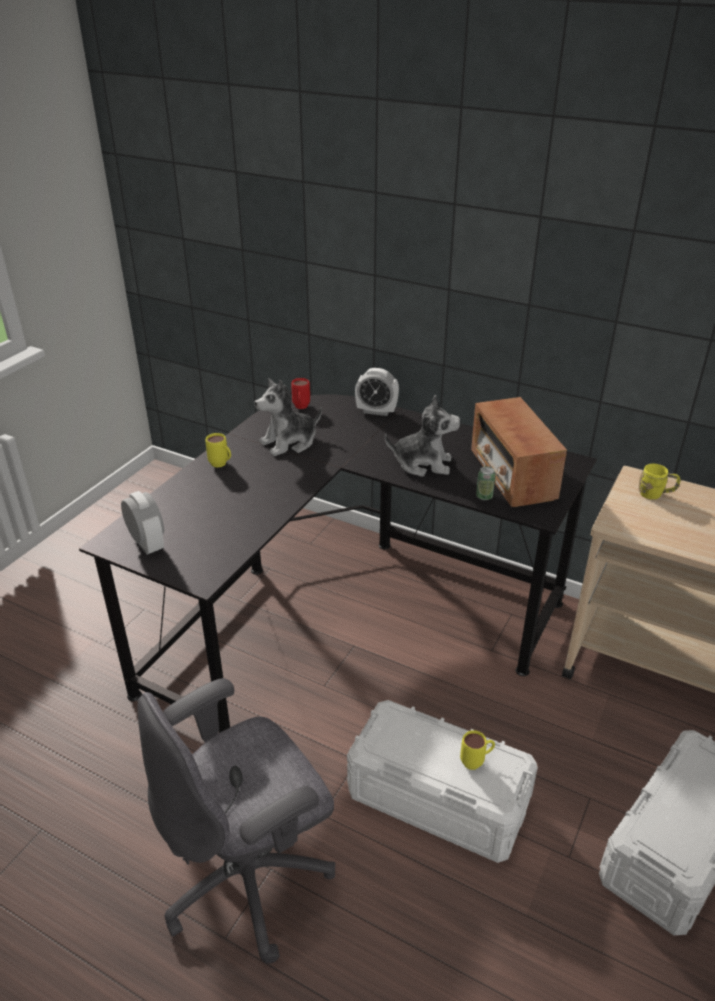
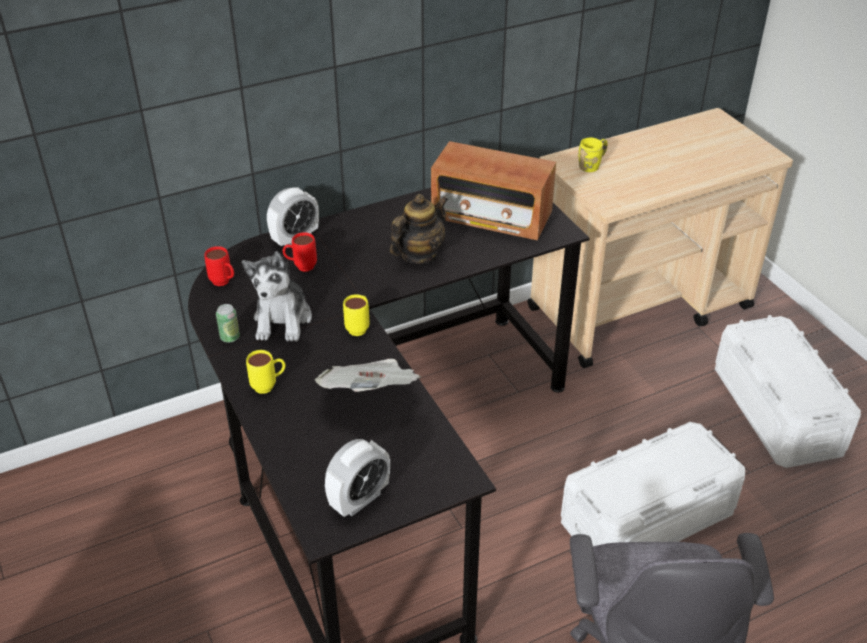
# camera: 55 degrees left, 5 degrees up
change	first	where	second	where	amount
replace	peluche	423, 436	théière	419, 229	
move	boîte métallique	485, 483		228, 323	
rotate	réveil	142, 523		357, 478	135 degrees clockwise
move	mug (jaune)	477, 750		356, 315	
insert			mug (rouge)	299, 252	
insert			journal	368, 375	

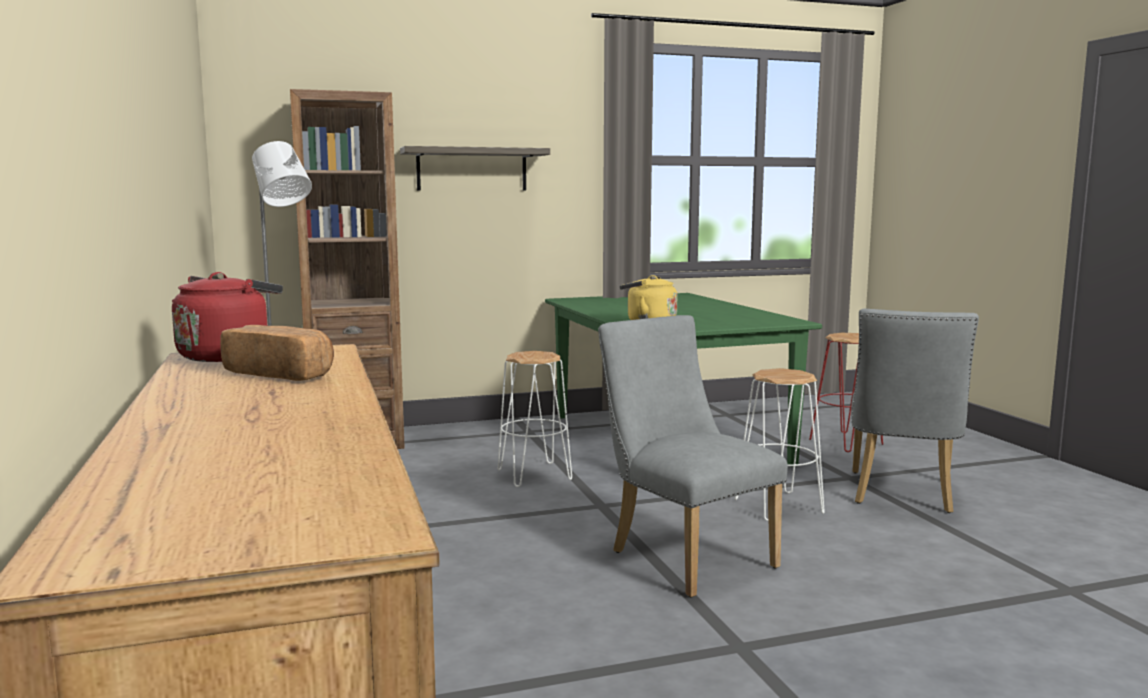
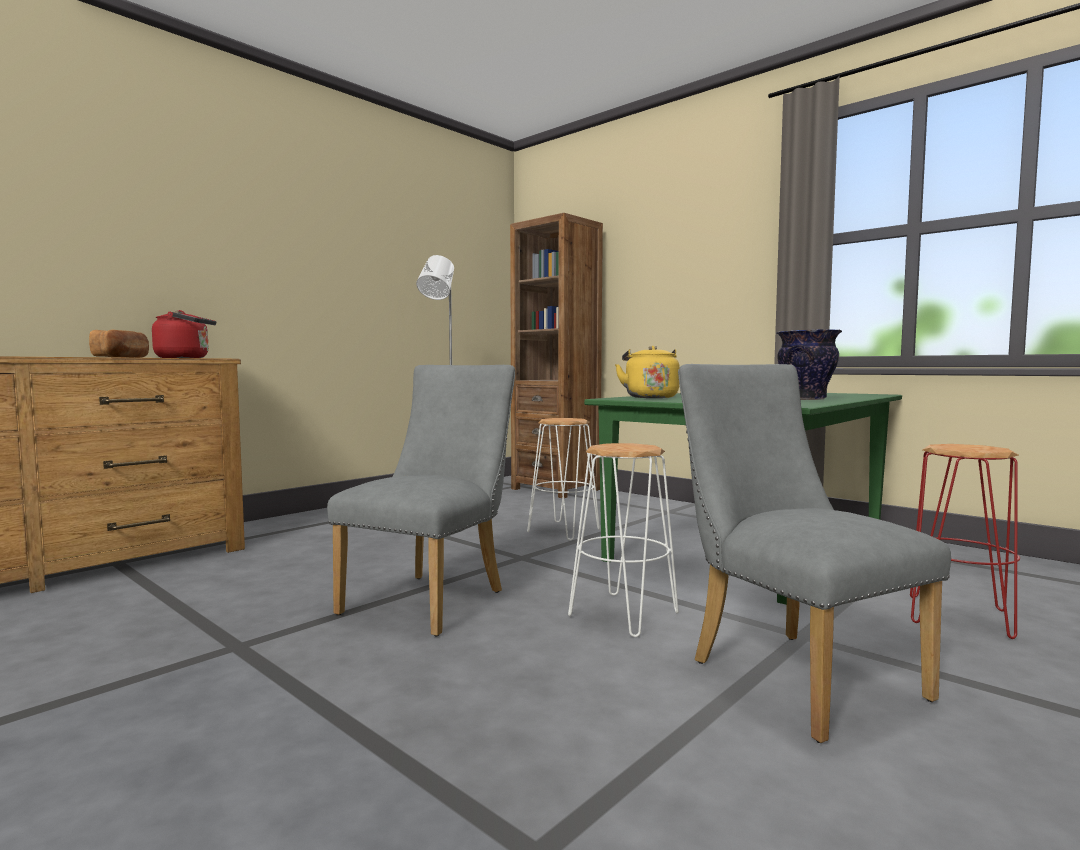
# camera: 60 degrees right, 5 degrees down
change	first	where	second	where	amount
delete	étagère	475, 168			
rotate	chaise (gris)	915, 411		814, 553	75 degrees clockwise
insert			vase	809, 364	

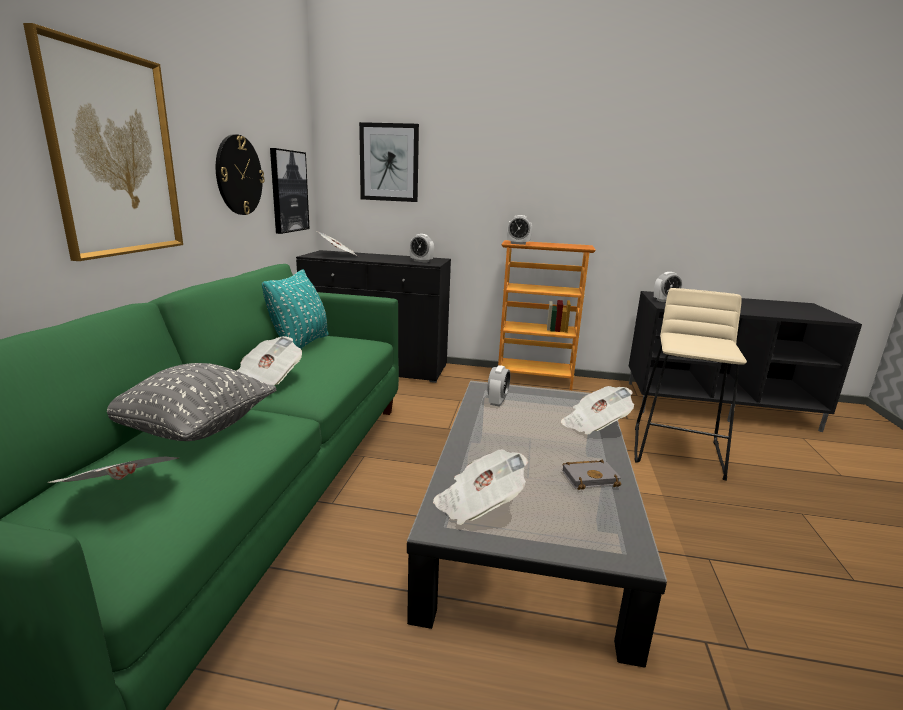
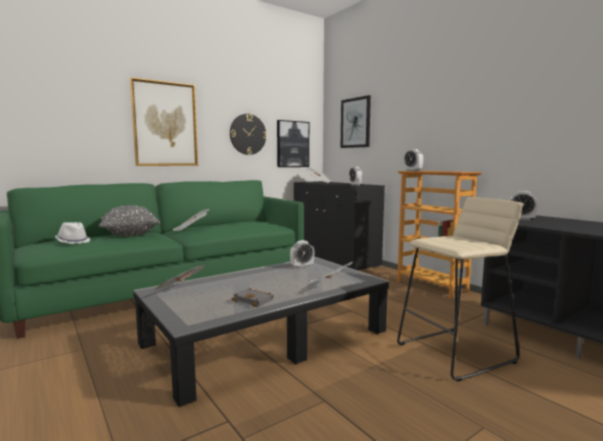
# camera: 45 degrees right, 10 degrees down
change	first	where	second	where	amount
delete	coussin (turquoise)	295, 309			
replace	journal	113, 470	chapeau (blanc)	73, 233	

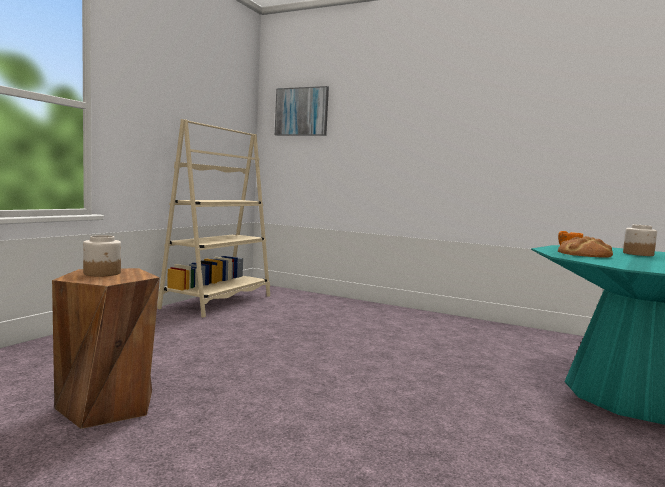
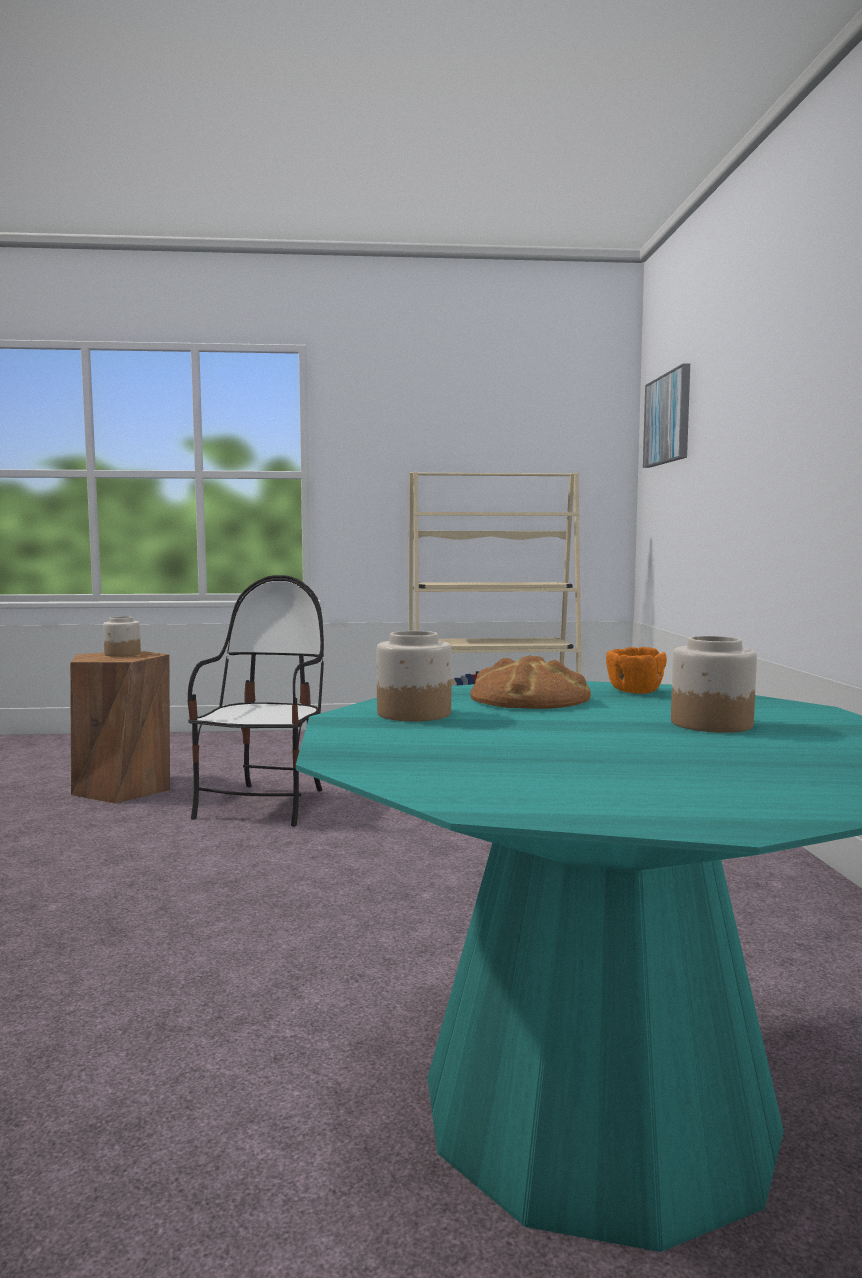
# camera: 60 degrees right, 0 degrees up
change	first	where	second	where	amount
insert			chaise	255, 701	
insert			bocal	414, 676	

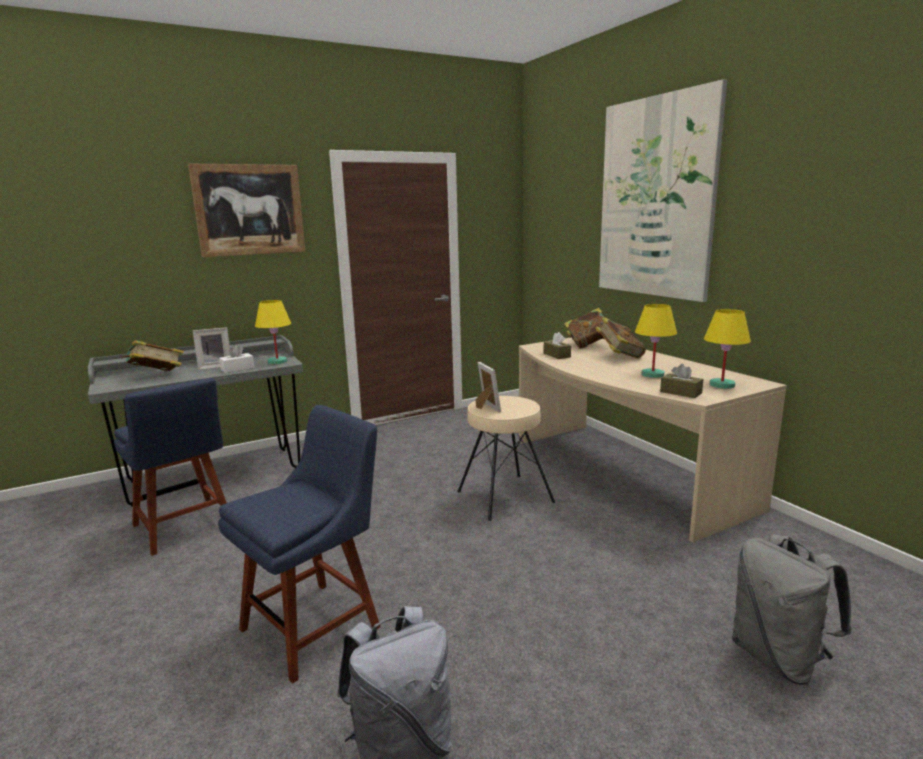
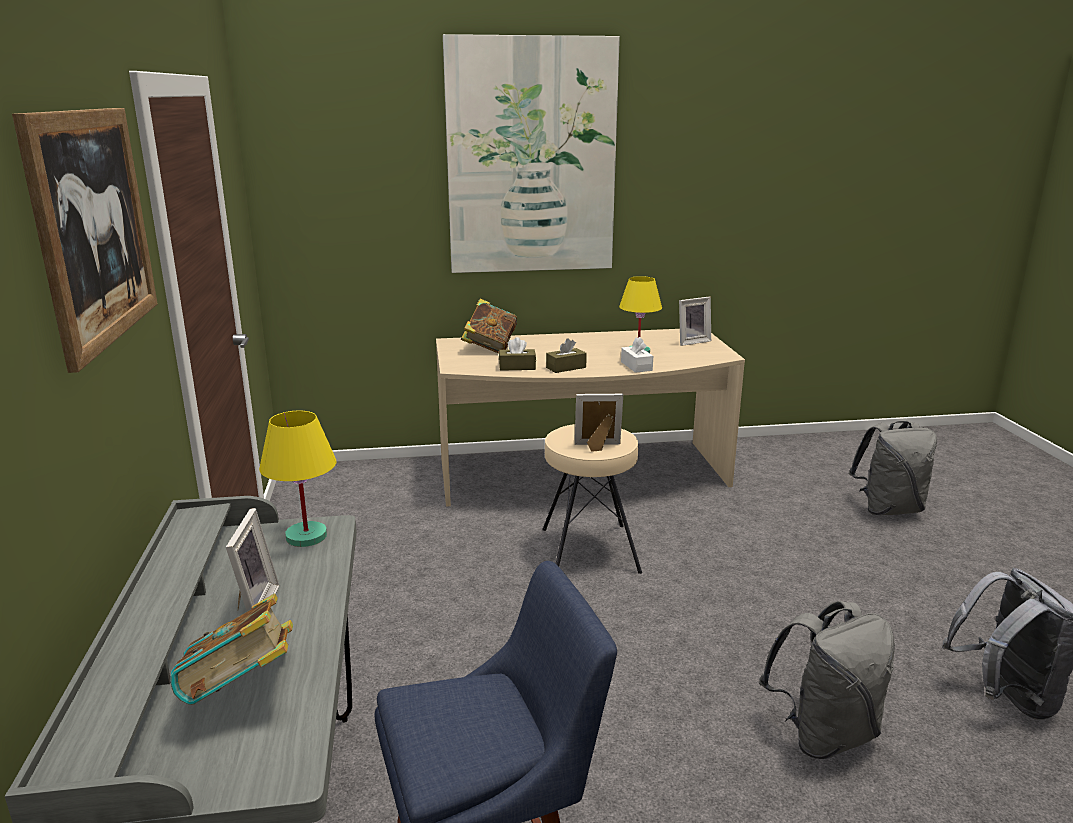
# camera: 70 degrees left, 5 degrees up
change	first	where	second	where	amount
replace	lampe de table (jaune)	727, 349	cadre photo	695, 321	
delete	livre	620, 337			
move	boîte à mouchoirs (blanc)	237, 359		637, 355	
move	boîte à mouchoirs (marron)	681, 381		566, 355	
replace	chaise (bleu)	299, 544	sac à dos (gris)	827, 680	

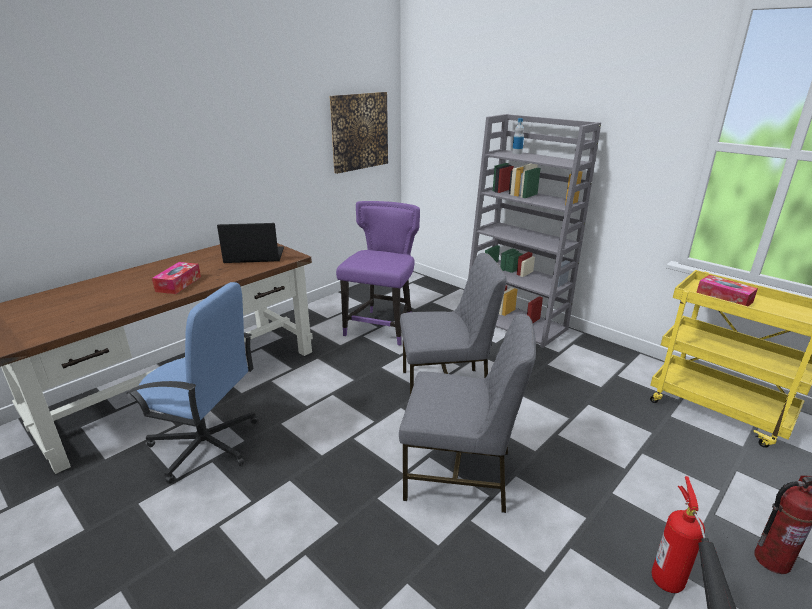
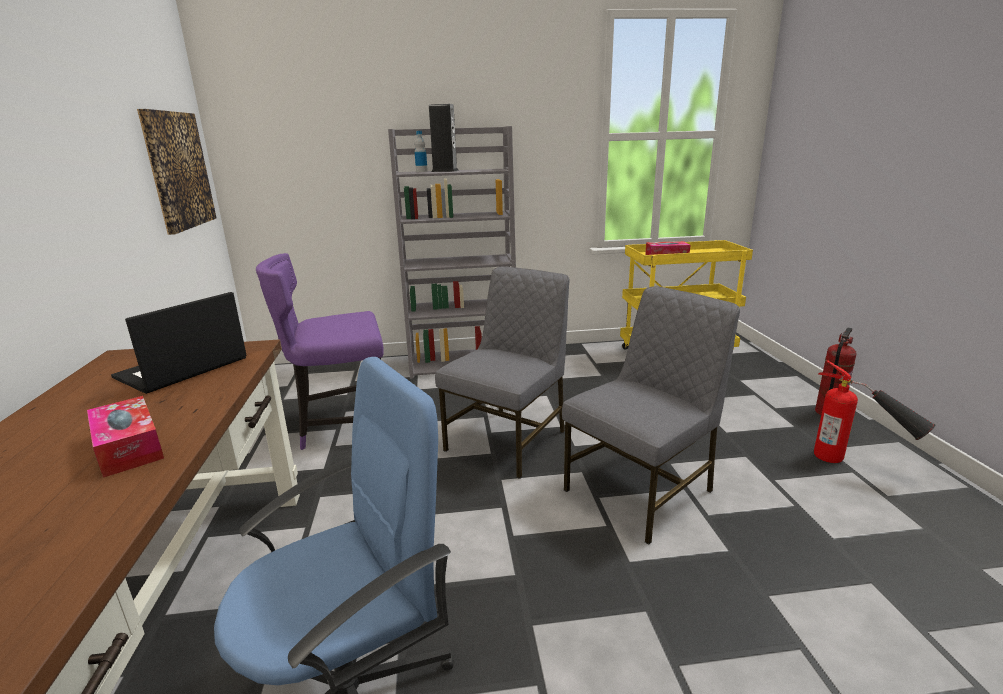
# camera: 50 degrees left, 5 degrees down
change	first	where	second	where	amount
rotate	chaise (violet)	378, 273		320, 351	75 degrees counterclockwise
insert			enceinte	444, 138	

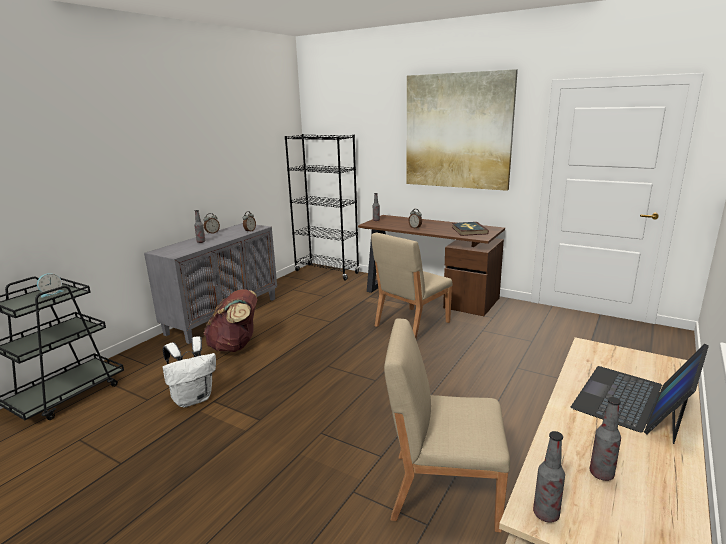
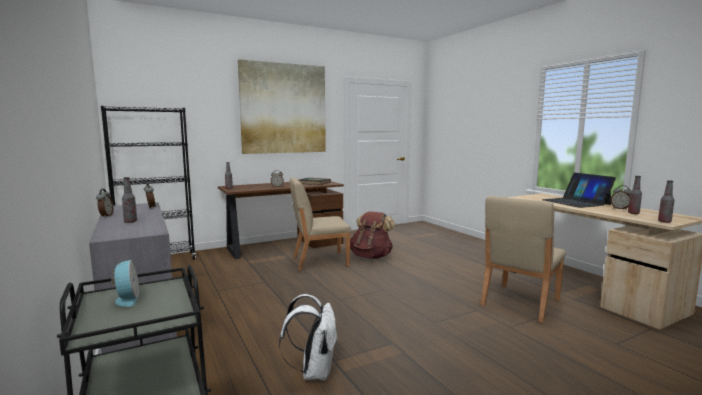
# camera: 60 degrees left, 10 degrees down
change	first	where	second	where	amount
rotate	chaise (beige)	412, 285		320, 224	90 degrees clockwise
move	sac à dos (marron)	230, 320		372, 235	
insert			réveil	621, 197	

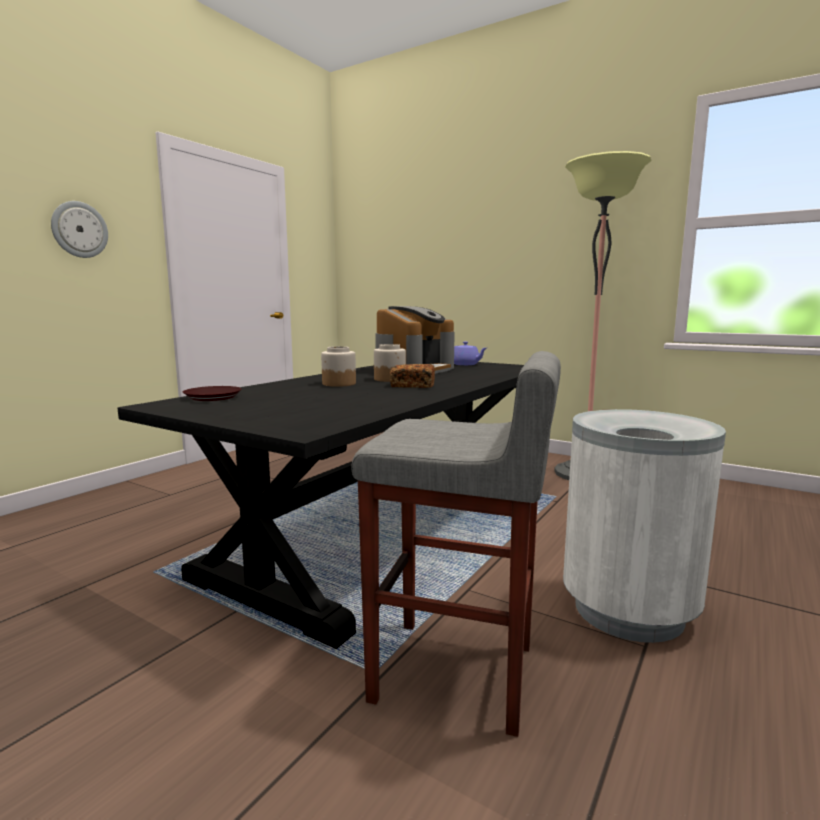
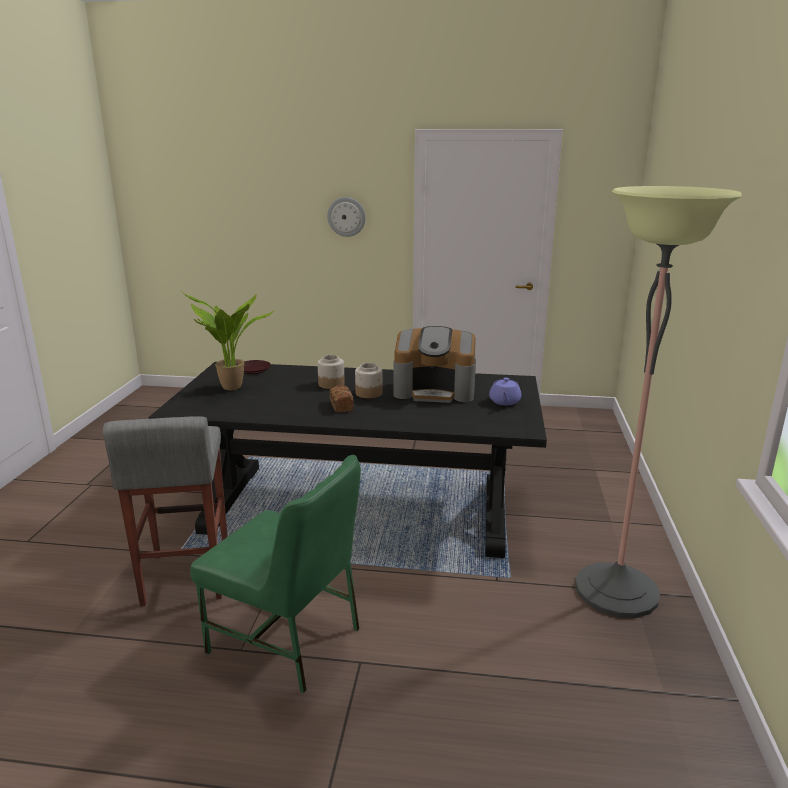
# camera: 65 degrees right, 10 degrees up
change	first	where	second	where	amount
replace	poubelle (blanc)	644, 526	chaise (vert)	276, 574	
insert			plante en pot	229, 341	

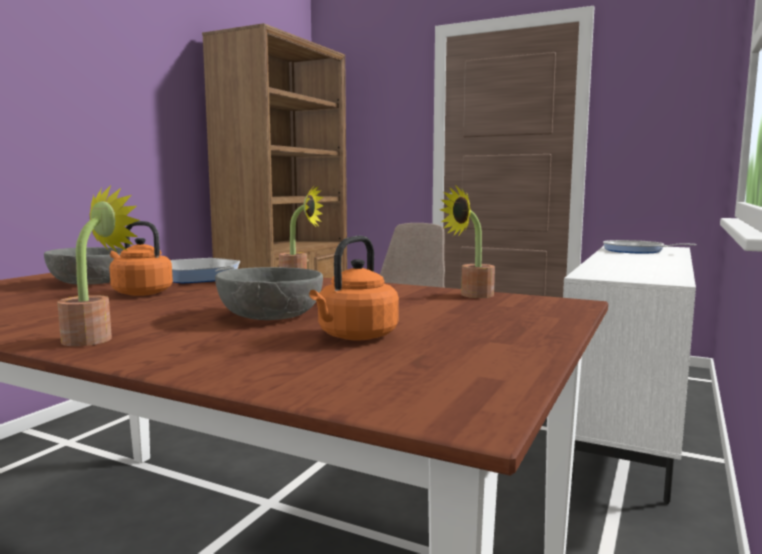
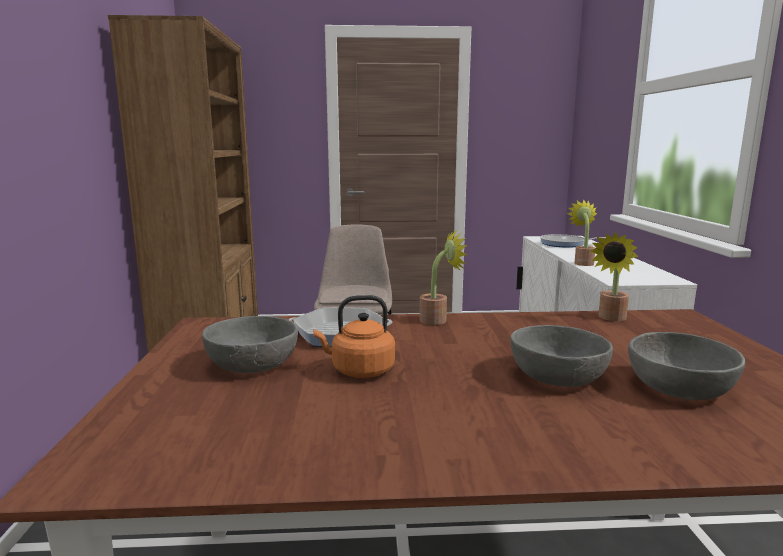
# camera: 30 degrees left, 5 degrees up
change	first	where	second	where	amount
move	plante en pot	98, 265		581, 232	
replace	bouilloire (orange)	354, 288	bol (gris)	686, 366	

